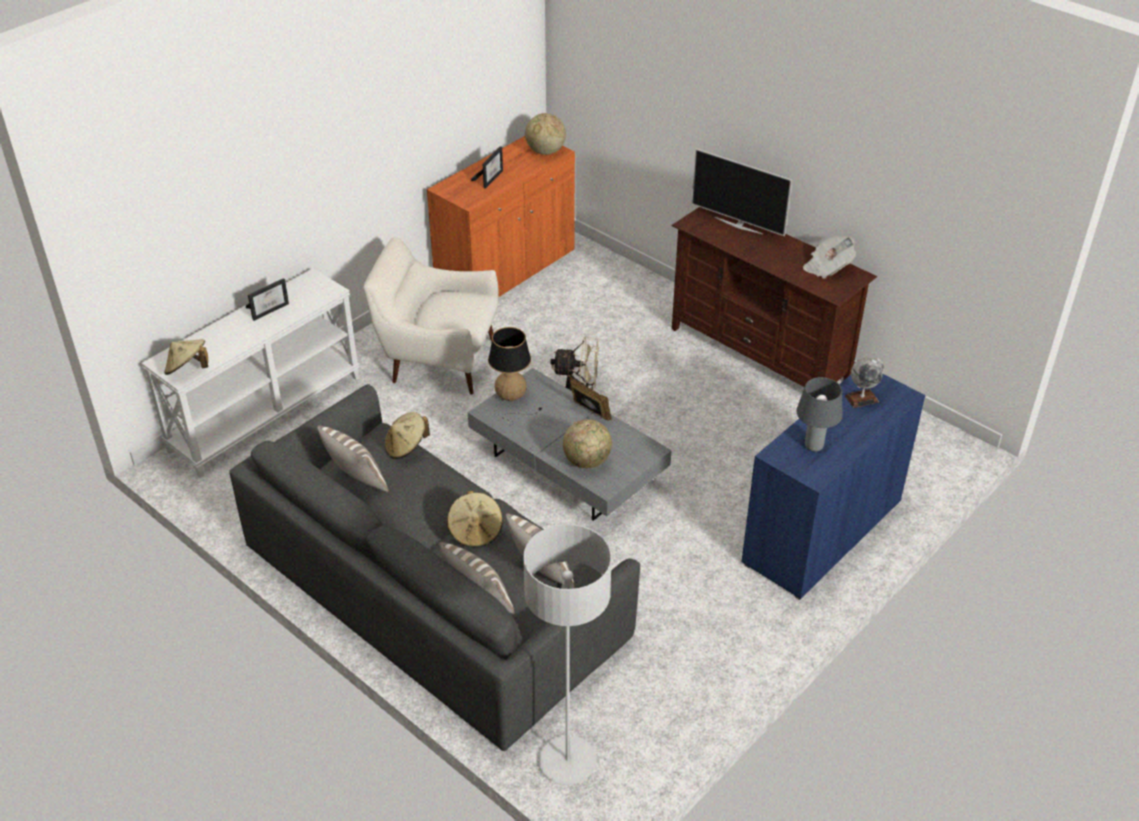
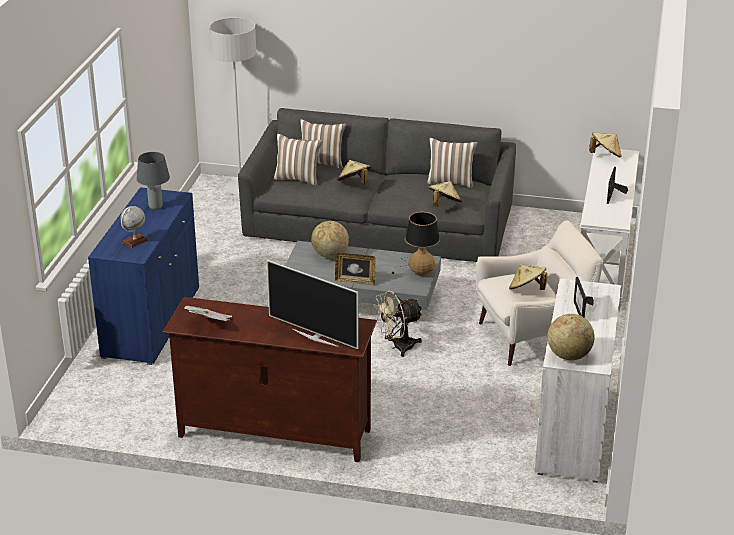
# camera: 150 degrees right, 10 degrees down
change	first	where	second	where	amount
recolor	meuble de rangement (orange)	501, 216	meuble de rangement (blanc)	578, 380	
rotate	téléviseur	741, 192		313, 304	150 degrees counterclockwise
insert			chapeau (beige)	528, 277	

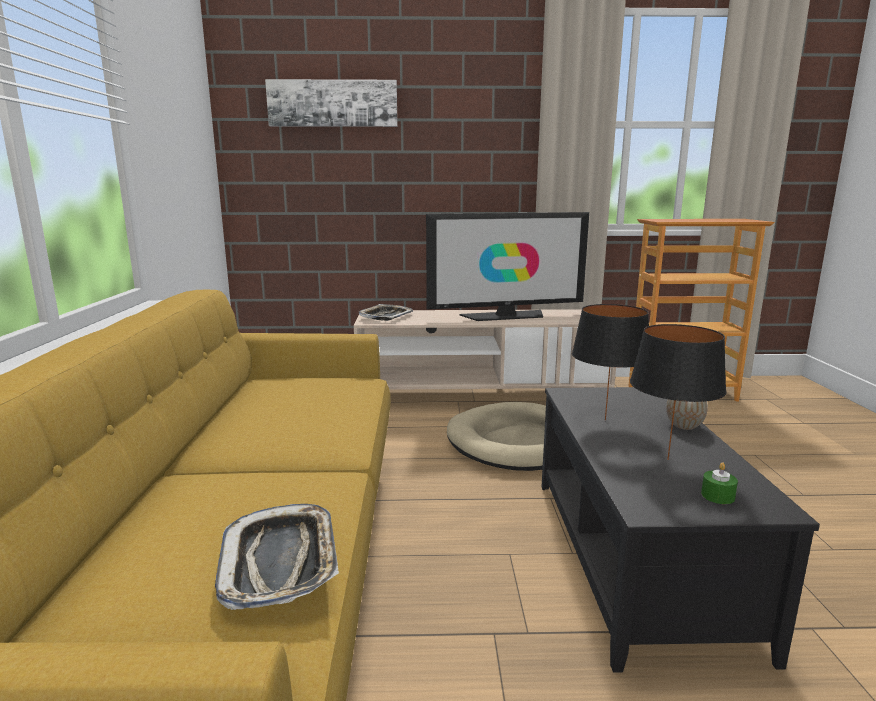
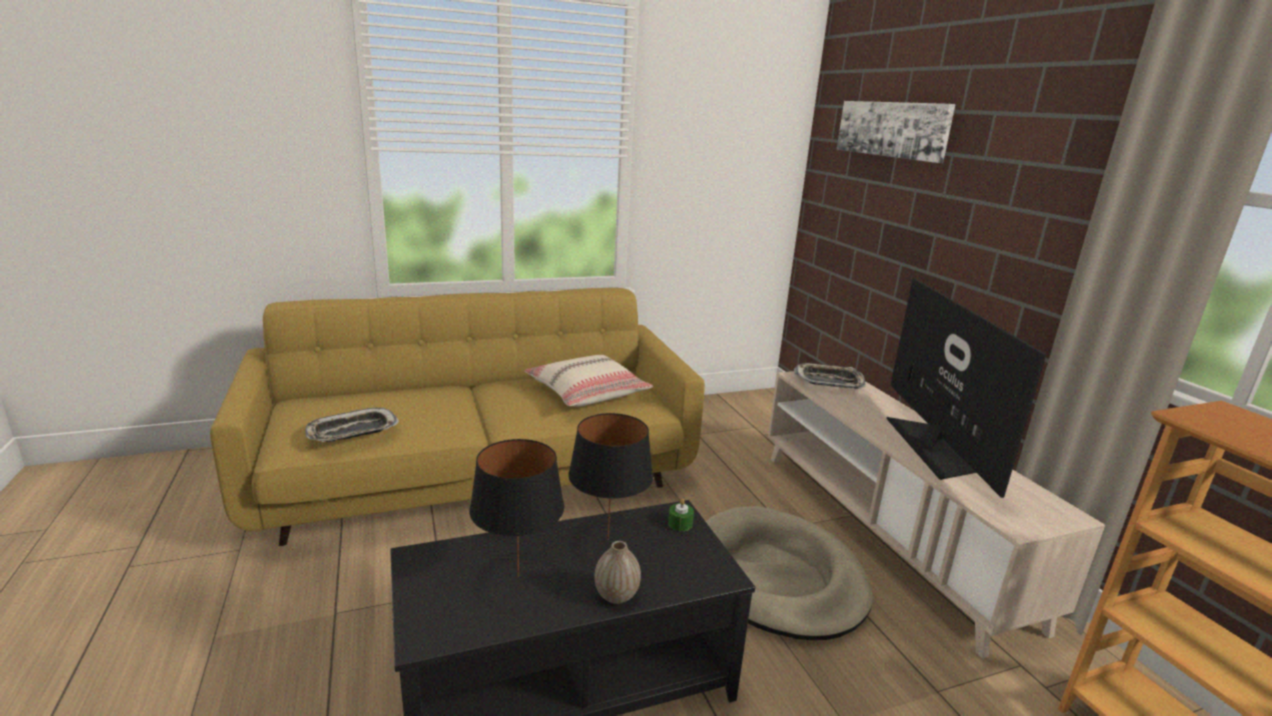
# camera: 70 degrees right, 5 degrees up
change	first	where	second	where	amount
rotate	téléviseur	507, 266		966, 388	150 degrees counterclockwise
move	bougie (vert)	719, 483		681, 515	
insert			coussin (beige)	588, 381	

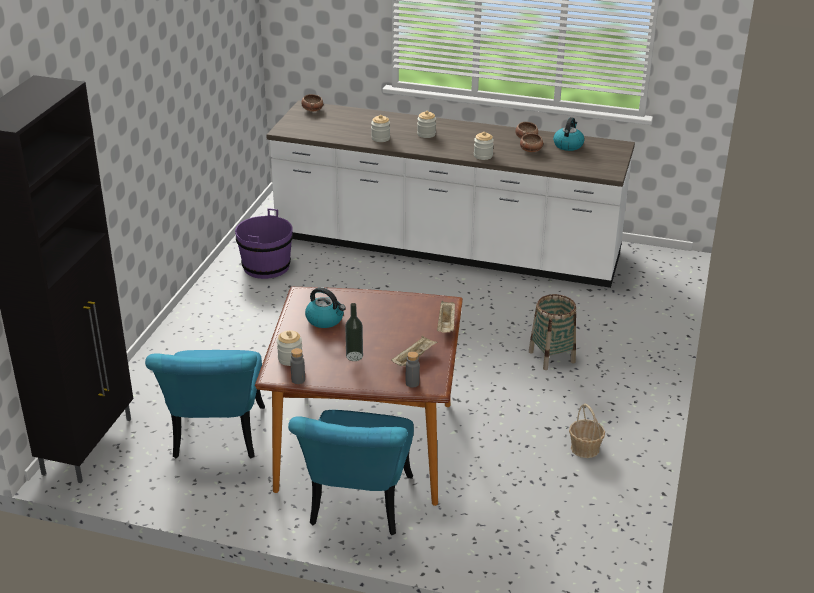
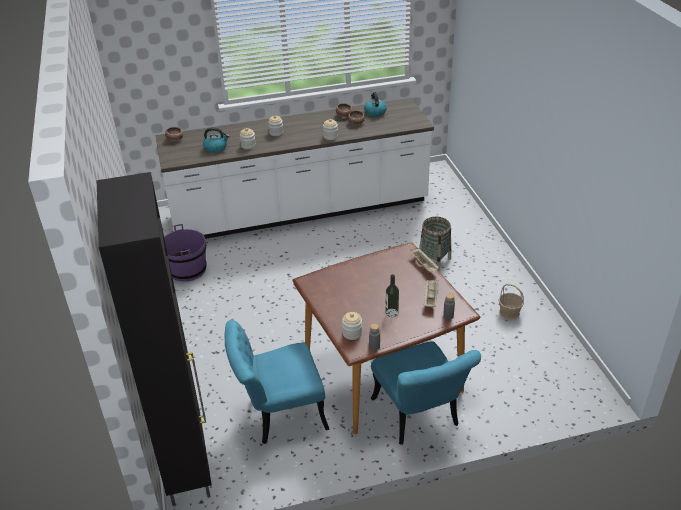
# camera: 30 degrees left, 5 degrees up
change	first	where	second	where	amount
move	bouilloire	325, 307		216, 140	
rotate	chaise (turquoise)	205, 404		277, 382	105 degrees clockwise

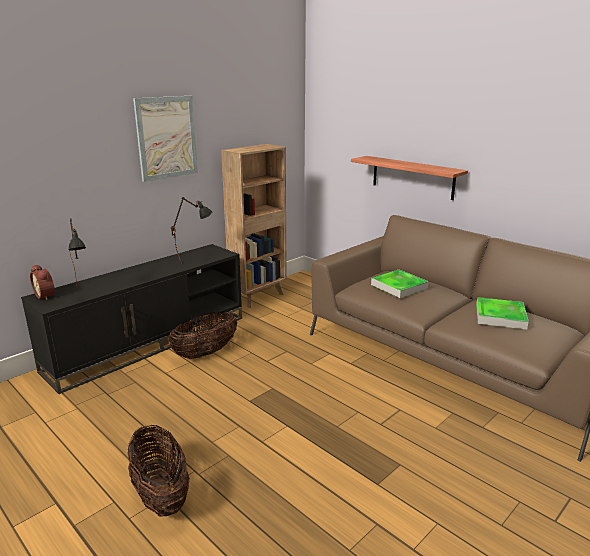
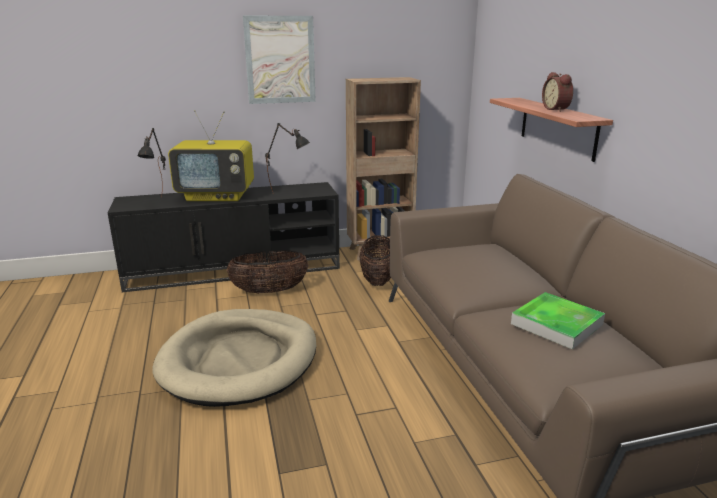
# camera: 30 degrees right, 0 degrees up
change	first	where	second	where	amount
move	réveil	42, 282		557, 92	
delete	plateau	399, 284			
move	panier	159, 471		375, 260	
insert			téléviseur	211, 155	
insert			panier pour chien (beige)	234, 358	

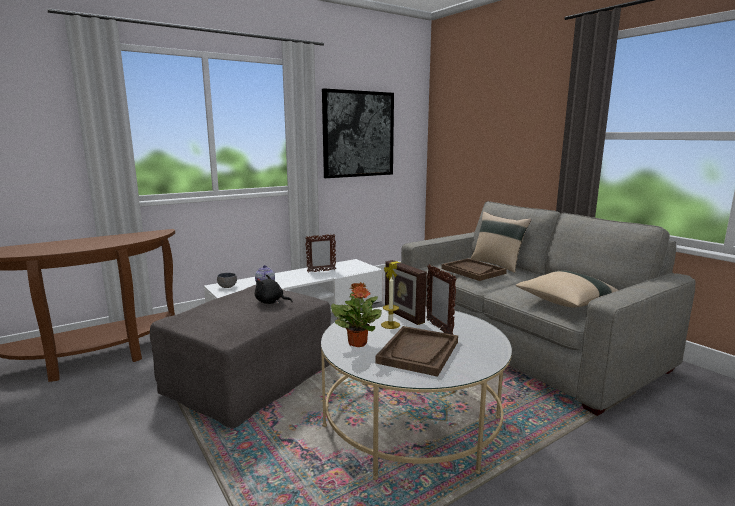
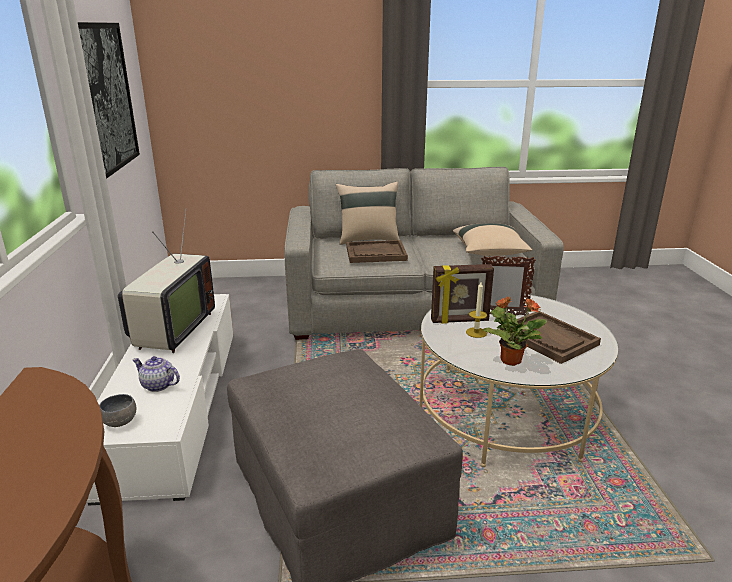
# camera: 60 degrees left, 10 degrees up
change	first	where	second	where	amount
replace	cadre photo	320, 253	téléviseur	166, 280	
delete	peluche (noir)	274, 289			

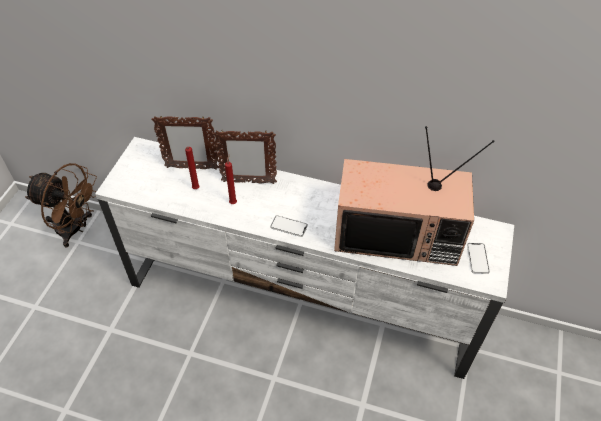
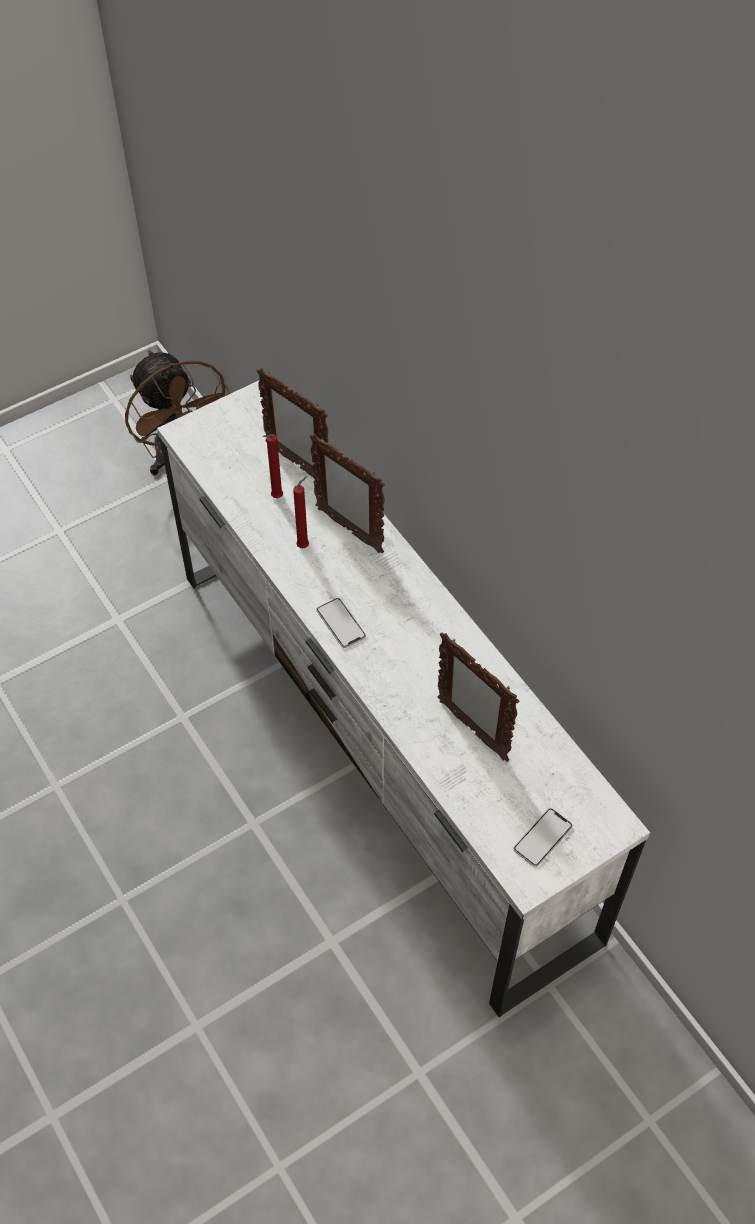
# camera: 40 degrees right, 5 degrees up
change	first	where	second	where	amount
replace	téléviseur	414, 196	cadre photo	478, 697	

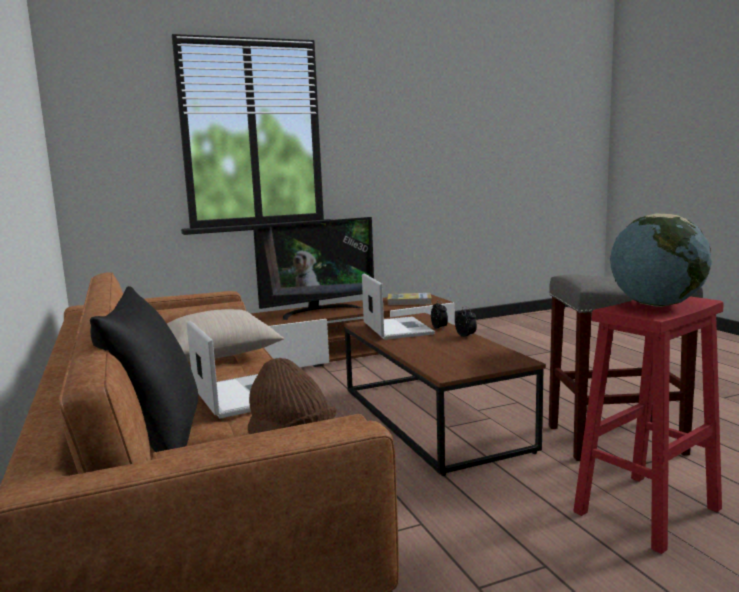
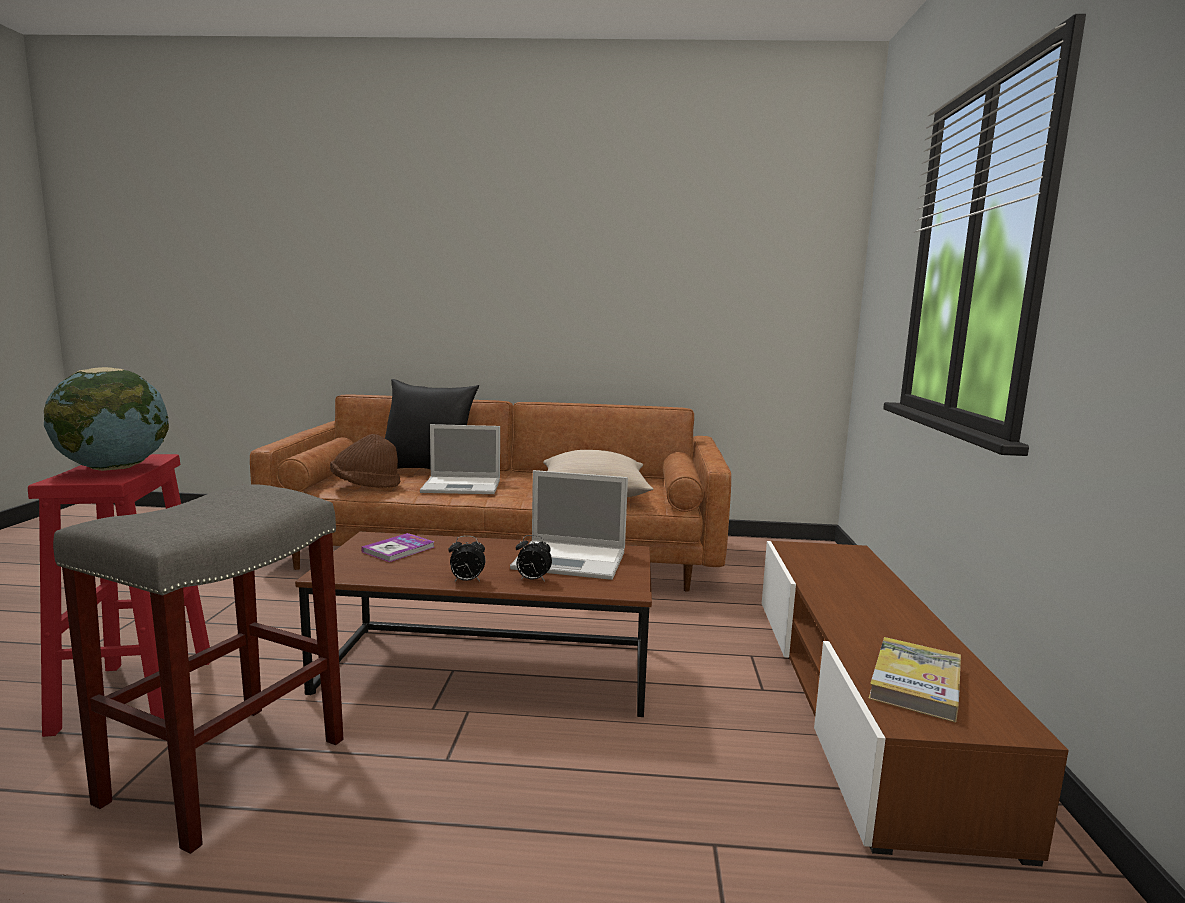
# camera: 115 degrees right, 0 degrees up
change	first	where	second	where	amount
delete	téléviseur	313, 268			
insert			livre	398, 547	

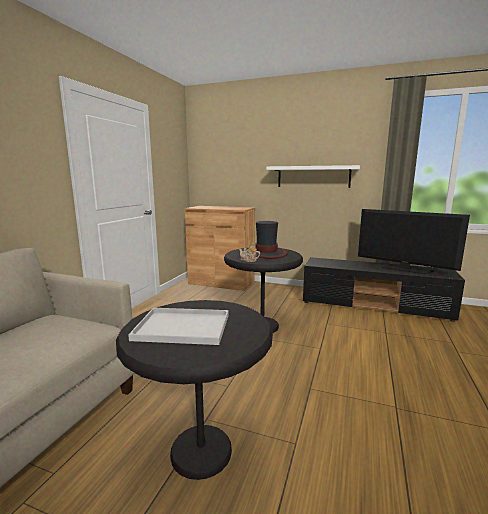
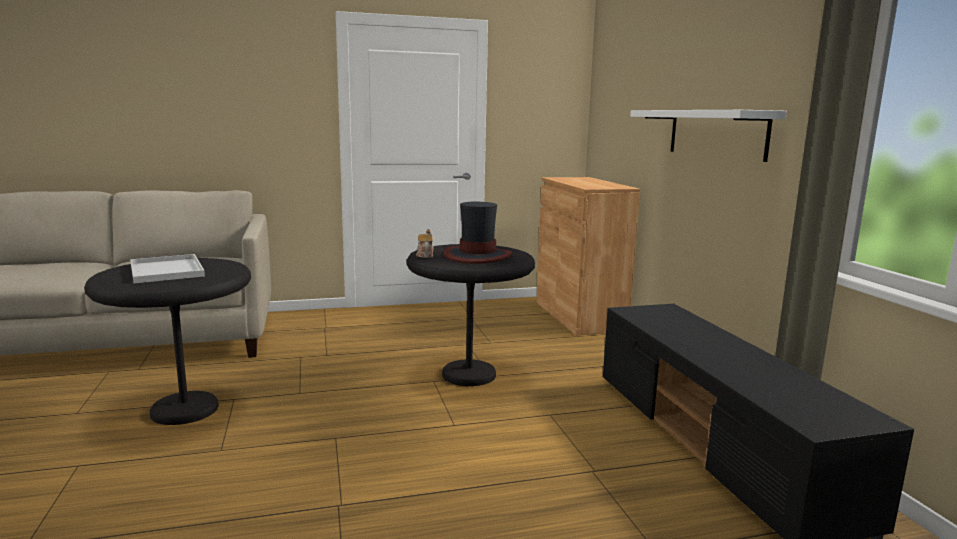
# camera: 55 degrees right, 0 degrees up
change	first	where	second	where	amount
delete	téléviseur	414, 241			

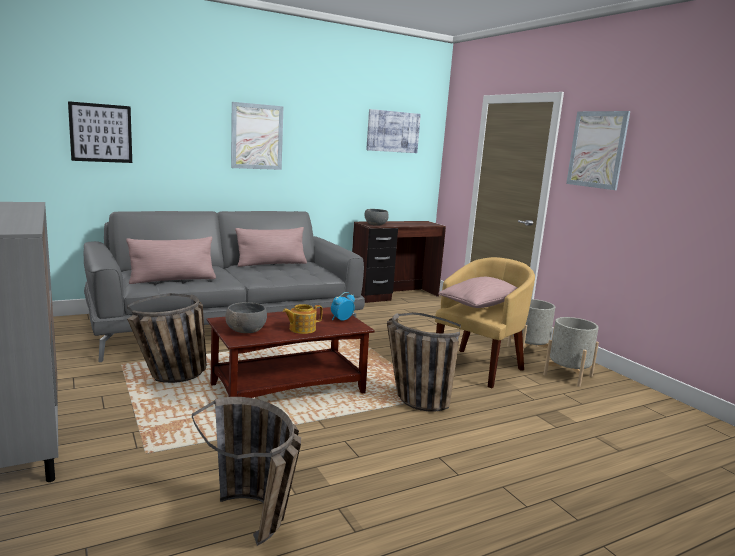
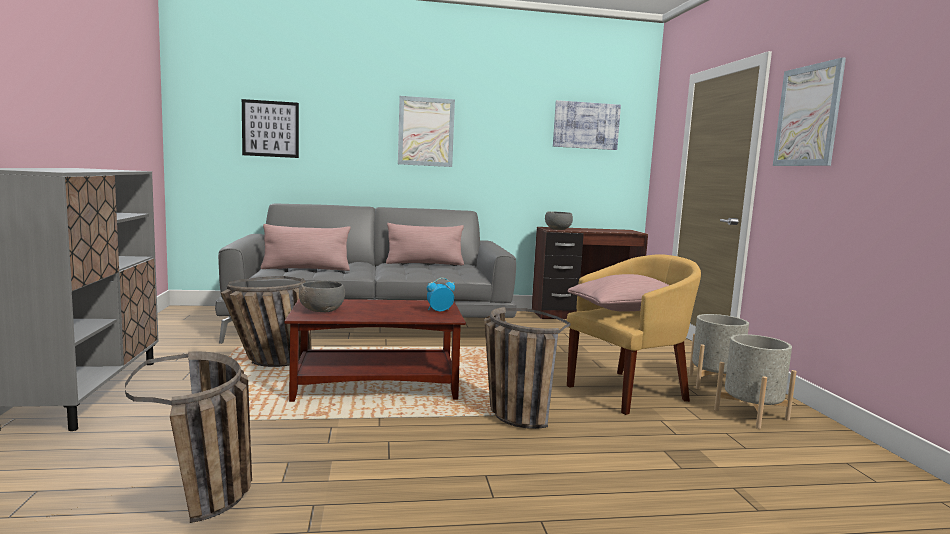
# camera: 20 degrees right, 5 degrees down
change	first	where	second	where	amount
delete	théière	302, 319			

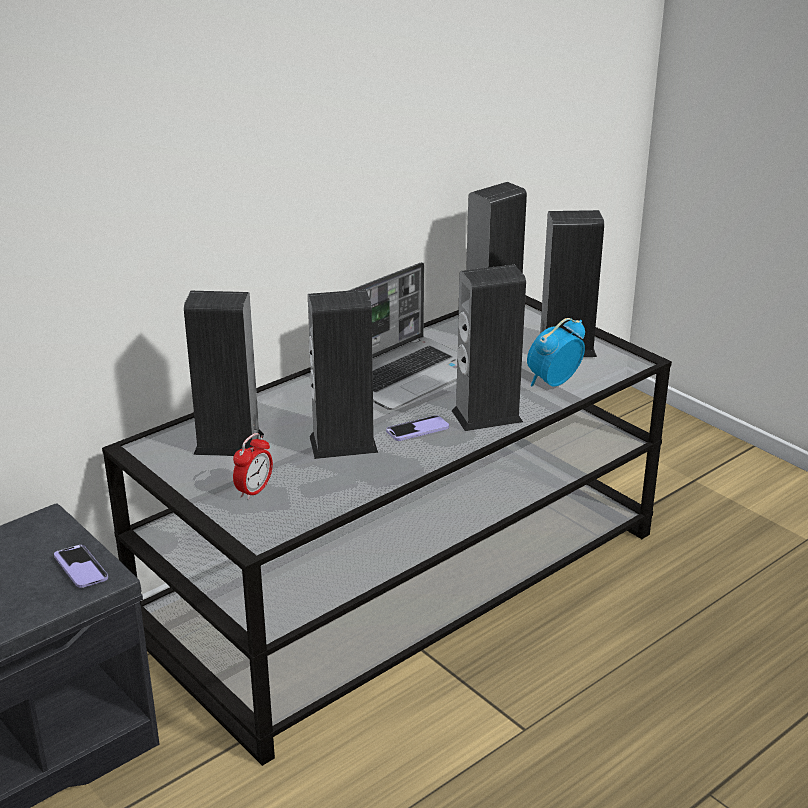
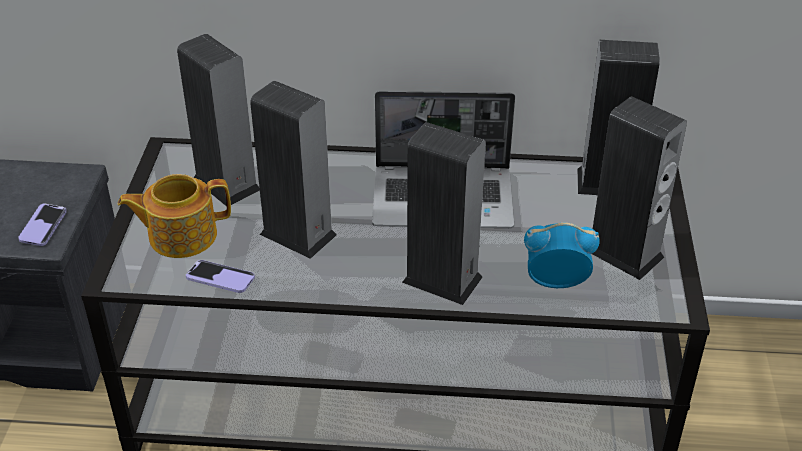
# camera: 45 degrees right, 10 degrees up
change	first	where	second	where	amount
move	téléphone	417, 428		220, 276	
replace	réveil	253, 466	théière	174, 216	

